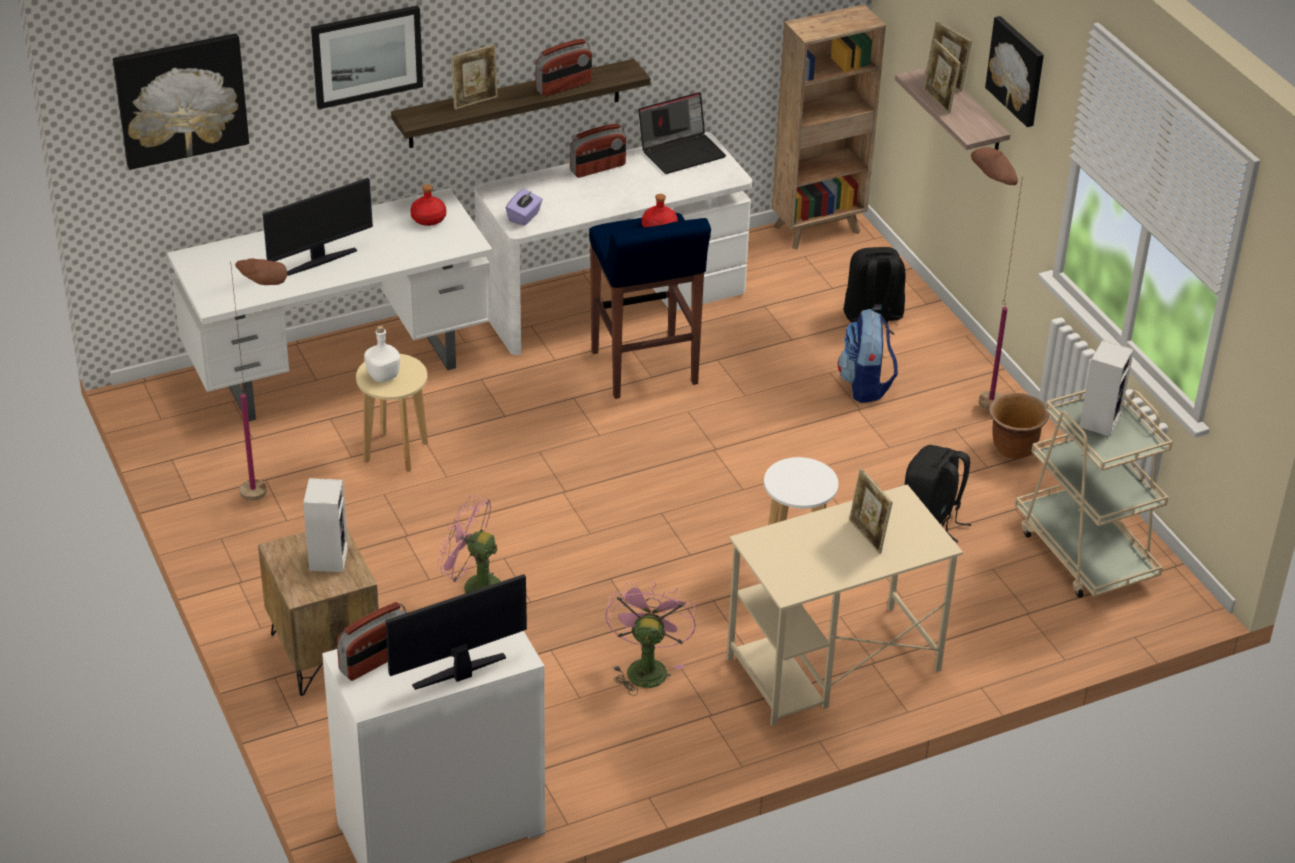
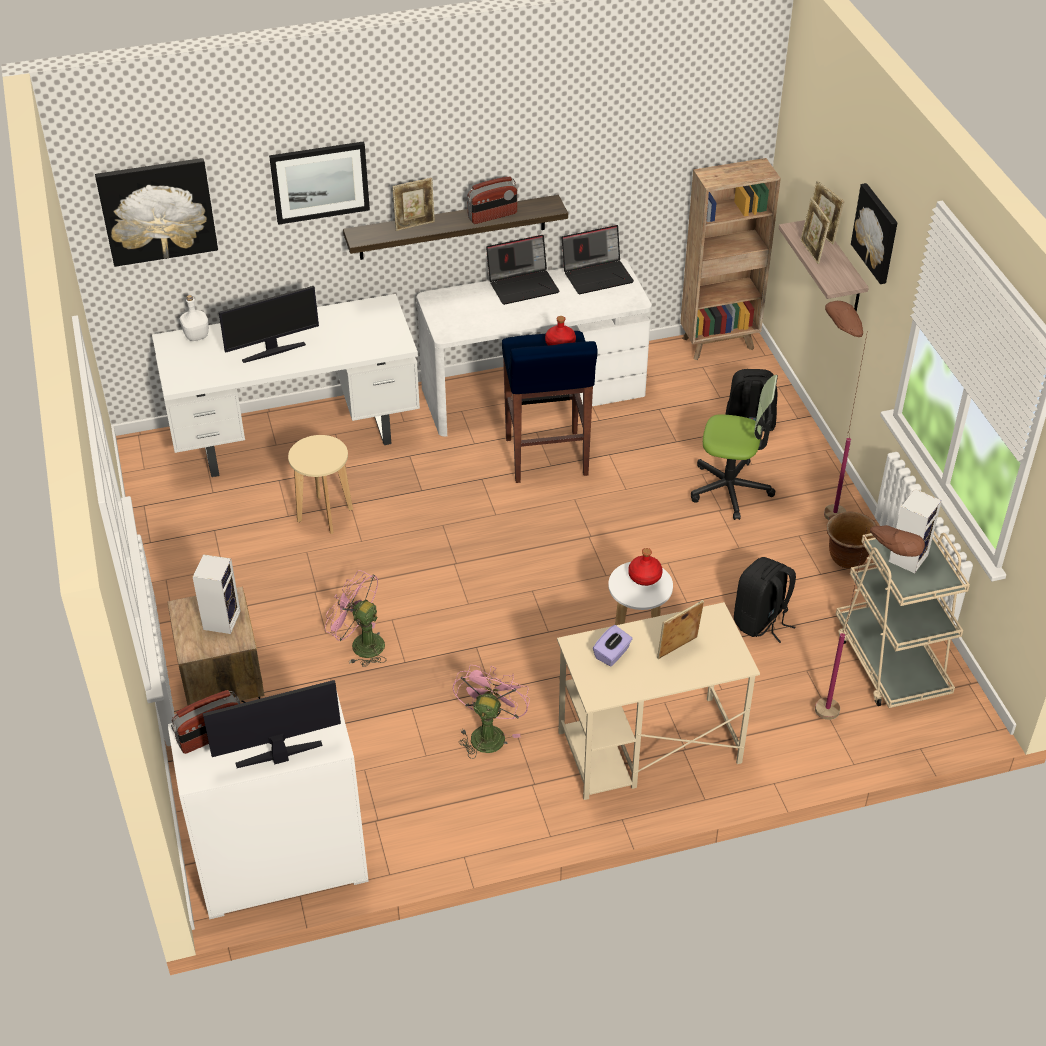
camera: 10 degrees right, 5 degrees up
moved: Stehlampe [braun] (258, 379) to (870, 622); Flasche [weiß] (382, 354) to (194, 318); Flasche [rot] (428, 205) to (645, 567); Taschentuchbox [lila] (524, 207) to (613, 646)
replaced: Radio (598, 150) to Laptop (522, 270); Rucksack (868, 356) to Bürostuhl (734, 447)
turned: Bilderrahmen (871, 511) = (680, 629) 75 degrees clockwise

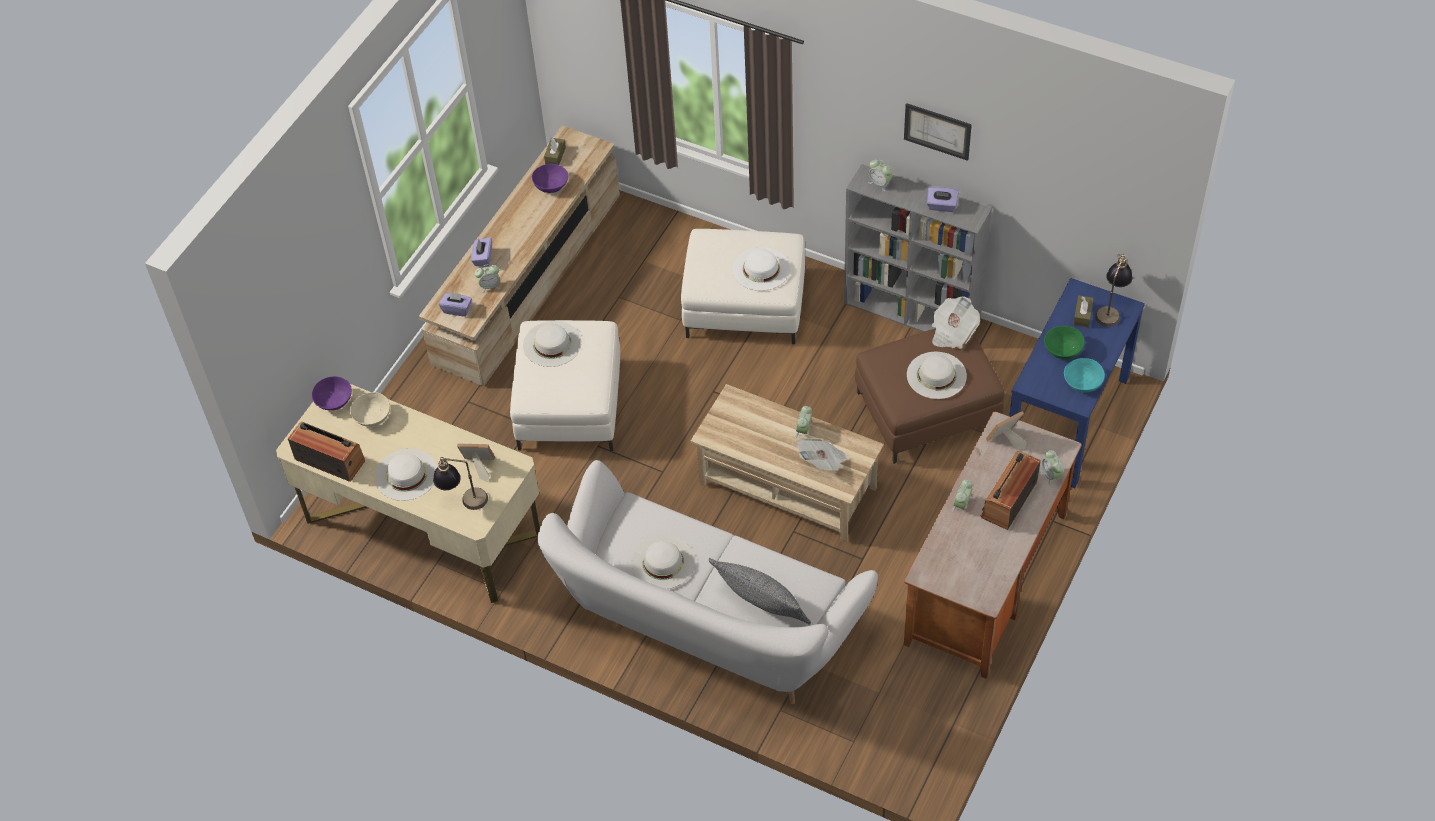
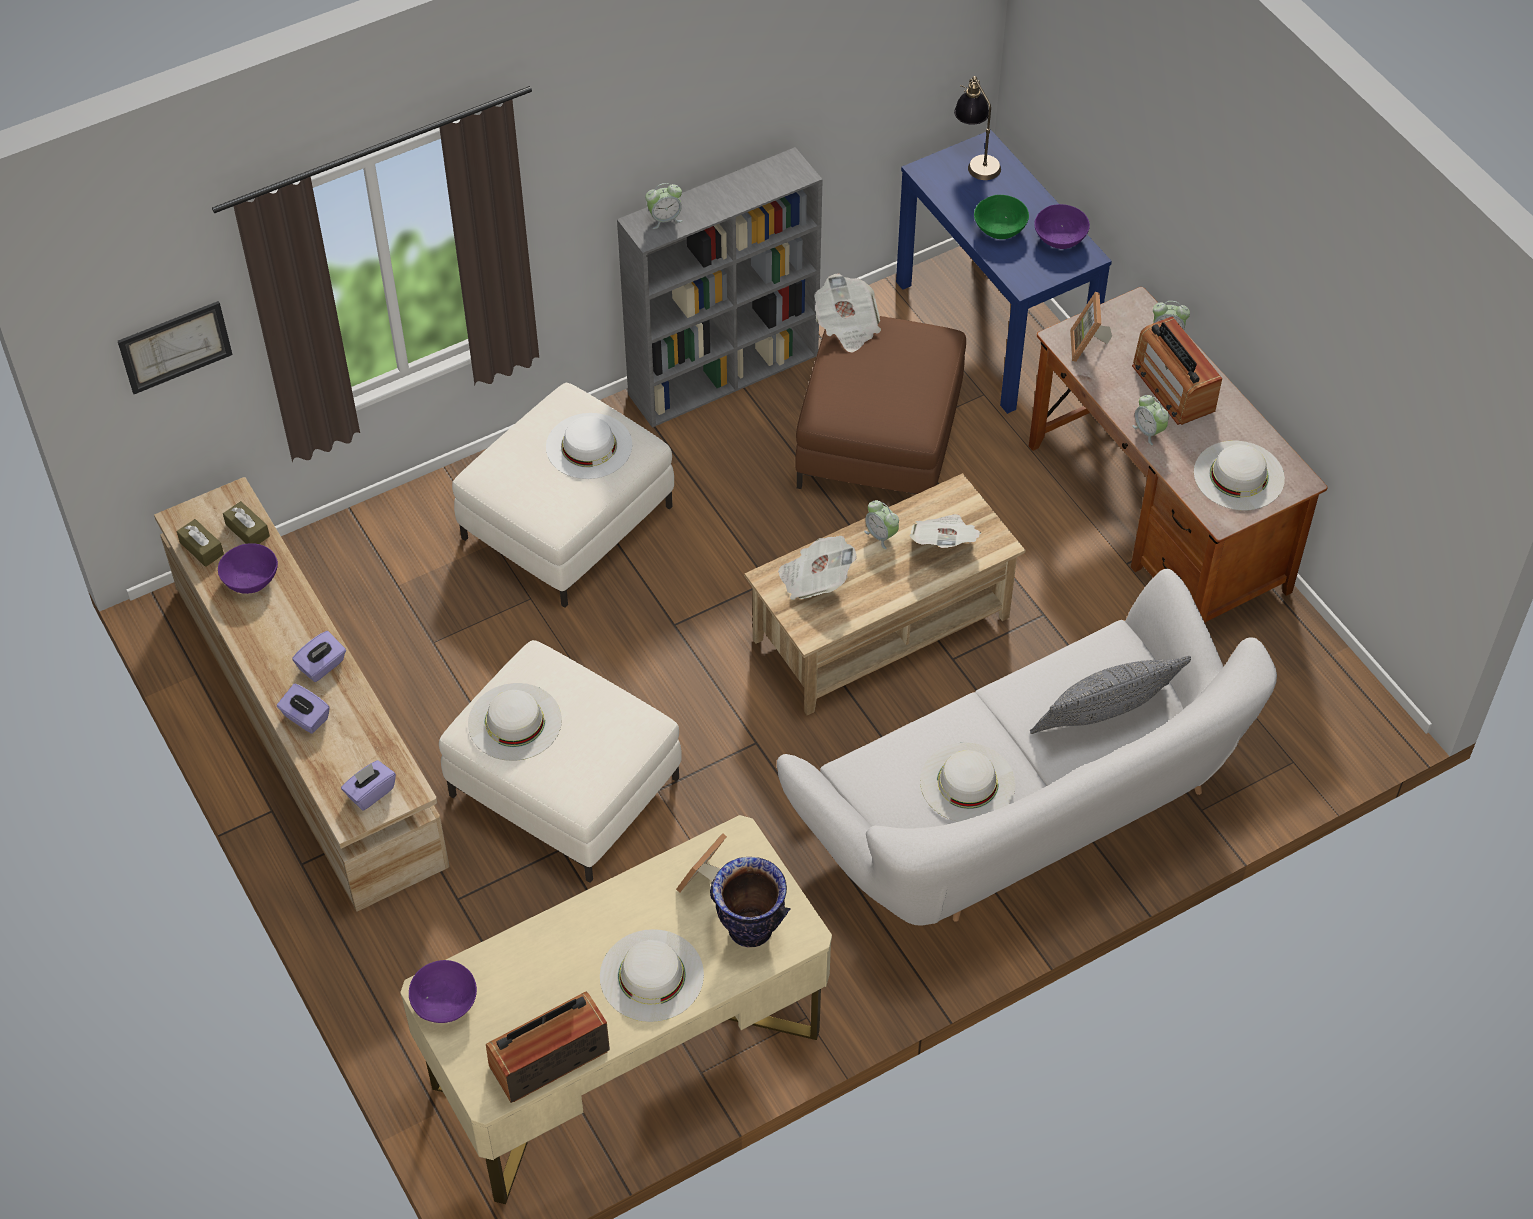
camera: 60 degrees left, 0 degrees up
removed: Schüssel [beige] (370, 409); Wecker (488, 278)
added: Zeitung (817, 568)
moved: Bild (938, 132) to (175, 347); Hut [weiß] (937, 375) to (1239, 475); Taschentuchbox [lila] (942, 199) to (319, 656); Taschentuchbox [braun] (1083, 311) to (246, 522)
replaced: Tischlampe (460, 483) to Vase (750, 902)
recoloured: Schüssel [türkis] (1084, 375) to Schüssel [lila] (1062, 226)

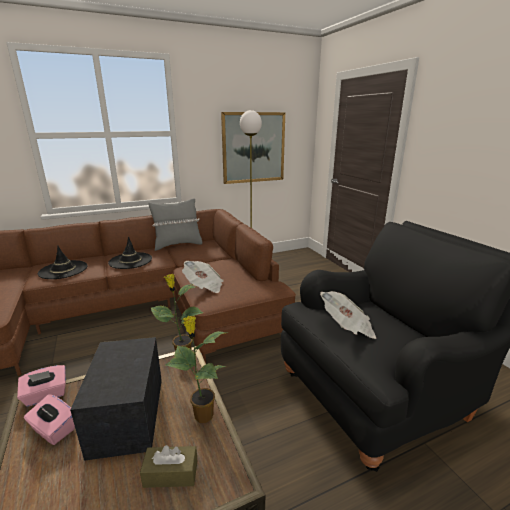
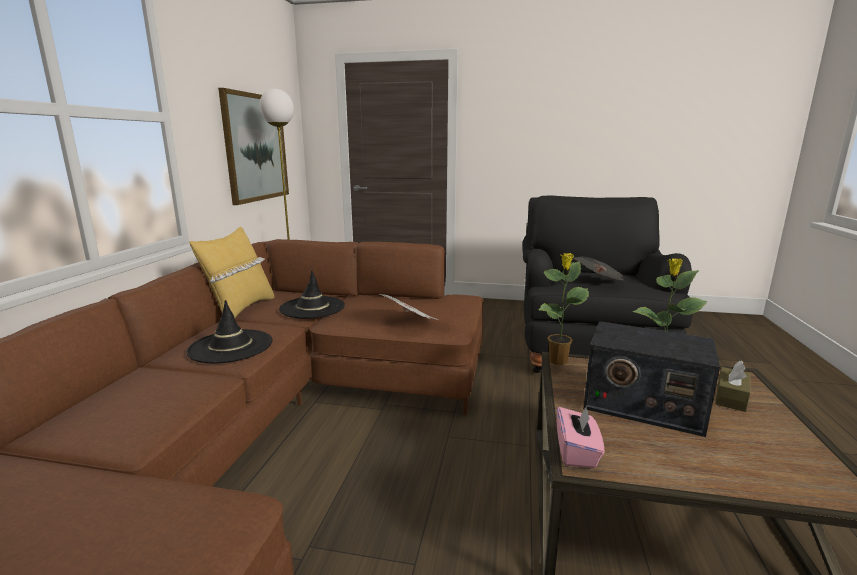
camera: 55 degrees left, 5 degrees down
removed: Taschentuchbox [rosa] (49, 419)
moved: Hut [schwarz] (62, 262) to (312, 294)
recoloured: Kissen [grau] (175, 225) to Kissen [gelb] (232, 272)

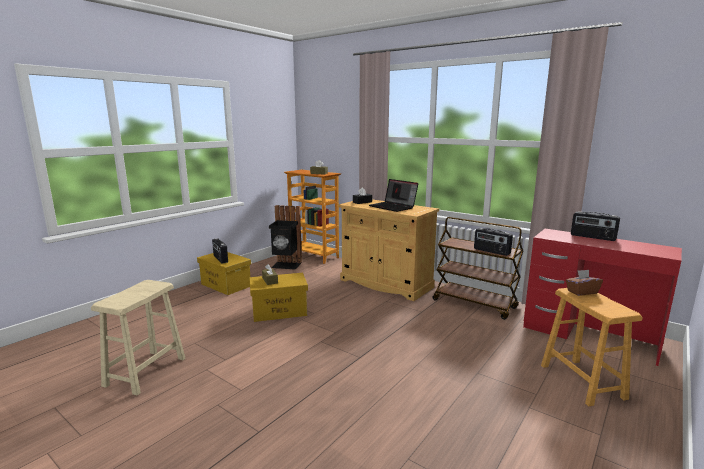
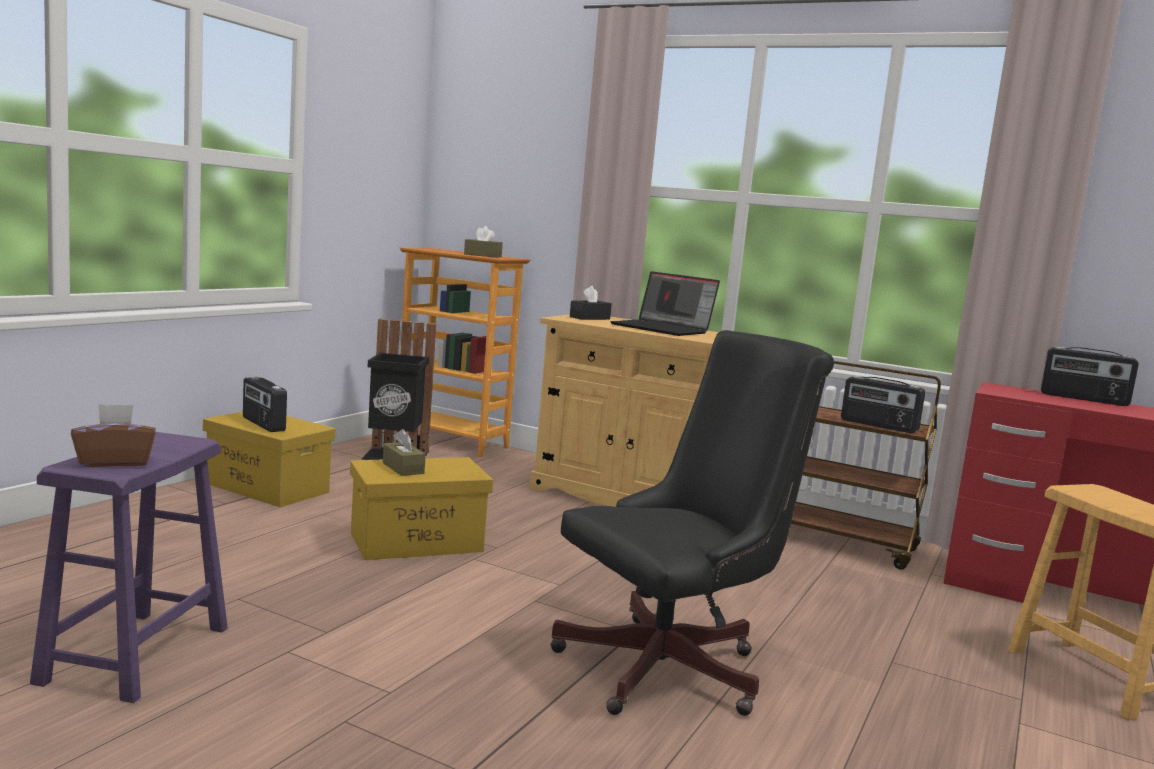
camera: 10 degrees left, 5 degrees down
added: Bürostuhl [schwarz] (692, 523)
moved: Taschentuchbox [braun] (584, 283) to (113, 435)
recoloured: Hocker [beige] (138, 338) to Hocker [lila] (129, 567)

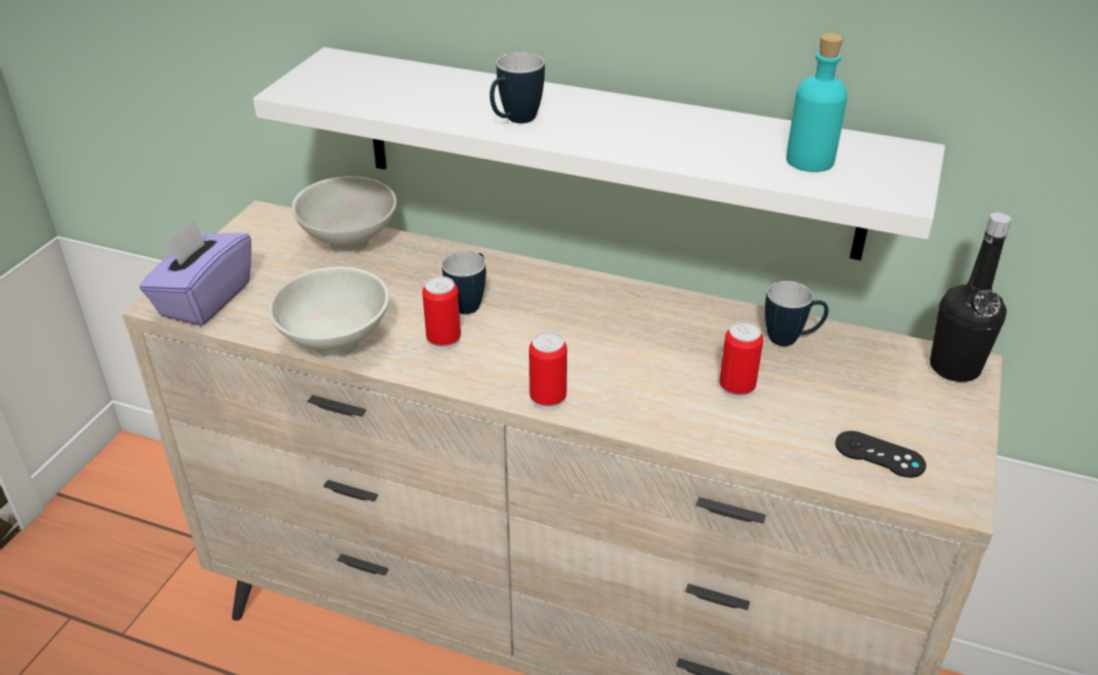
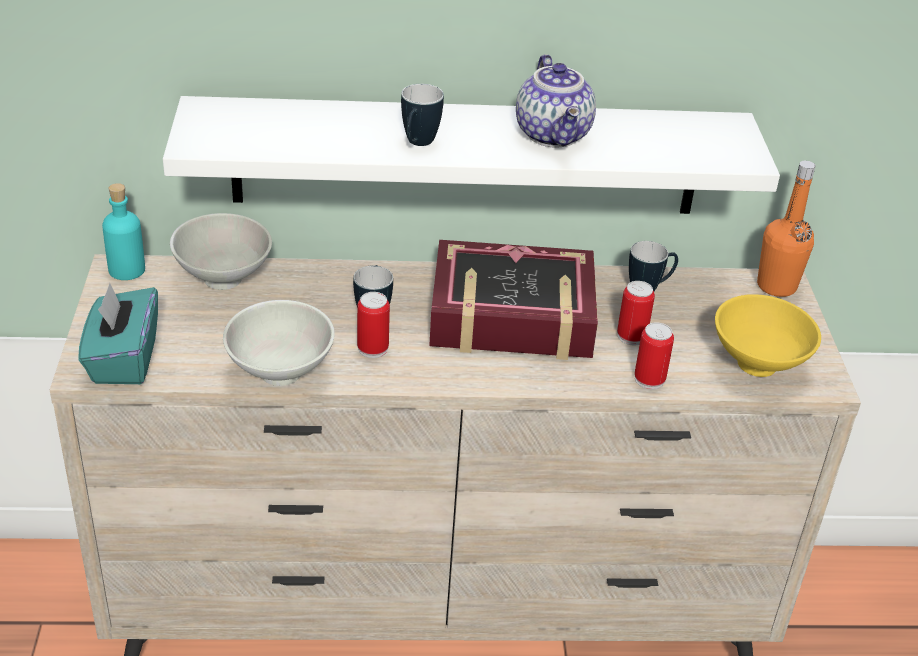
camera: 25 degrees left, 0 degrees up
added: Buch (513, 300); Teekanne (556, 100)
moved: Dose (548, 371) to (654, 356); Flasche [türkis] (817, 102) to (123, 231)
replaced: Gamepad [schwarz] (880, 454) to Schüssel [gelb] (768, 335)
recoloured: Taschentuchbox [lila] (195, 272) to Taschentuchbox [türkis] (118, 333); Flasche [schwarz] (970, 297) to Flasche [orange] (786, 229)

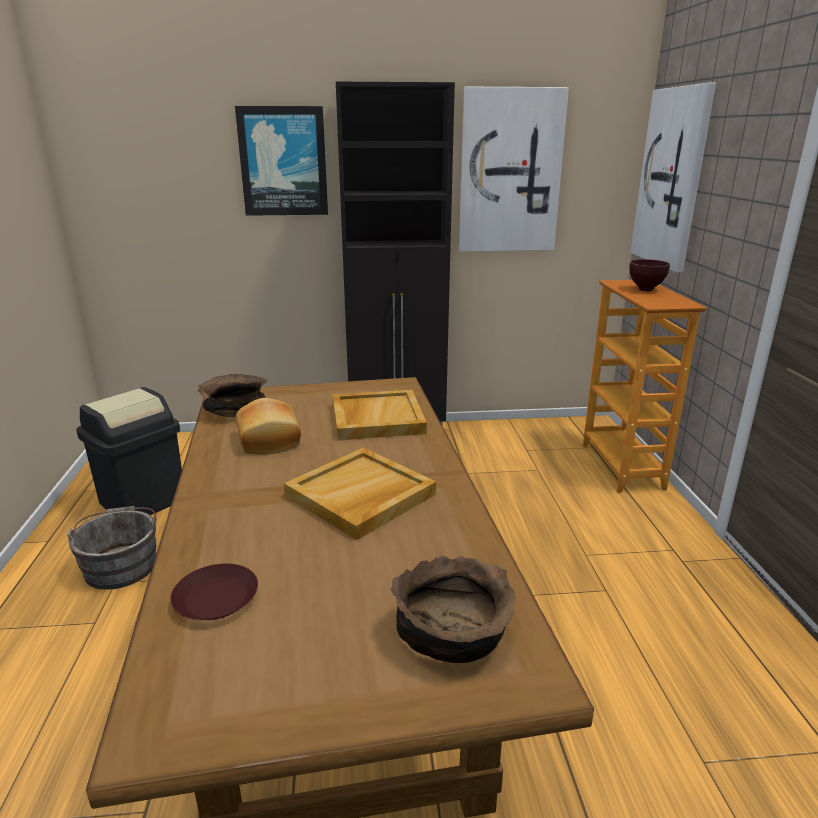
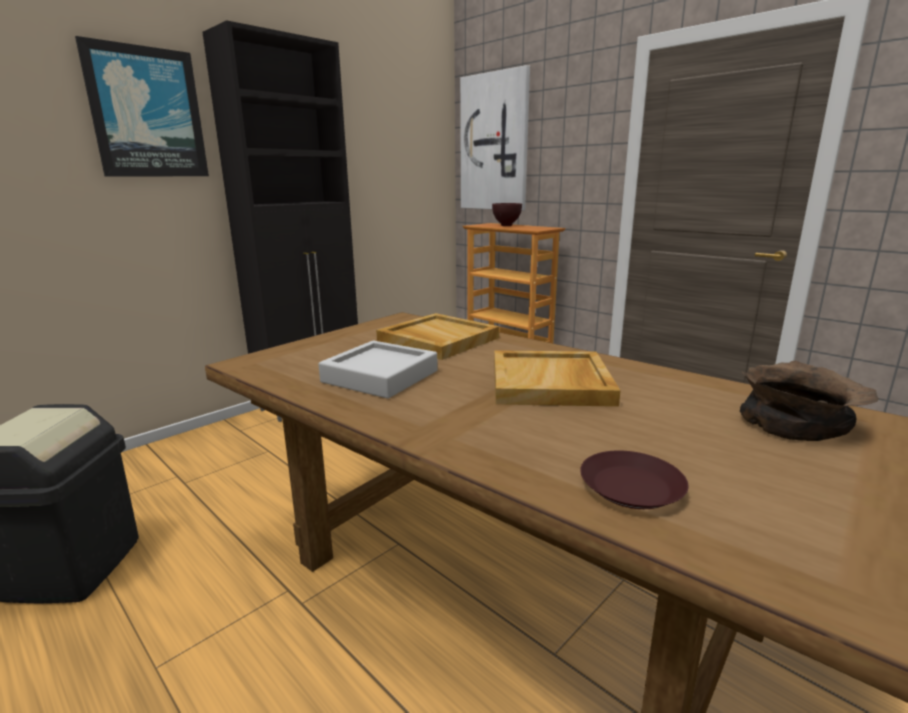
camera: 40 degrees left, 5 degrees down
removed: Eimer [grau] (112, 547); Schüssel [braun] (233, 395); Bild (514, 169)
replaced: Brot (268, 426) to Tablett [grau] (378, 370)

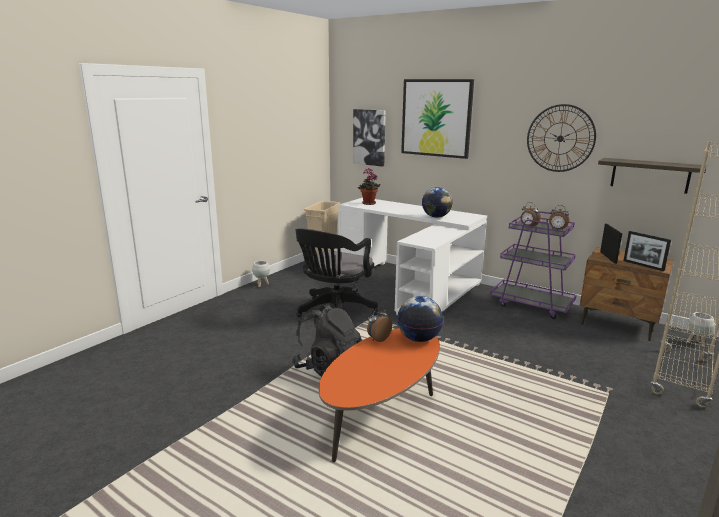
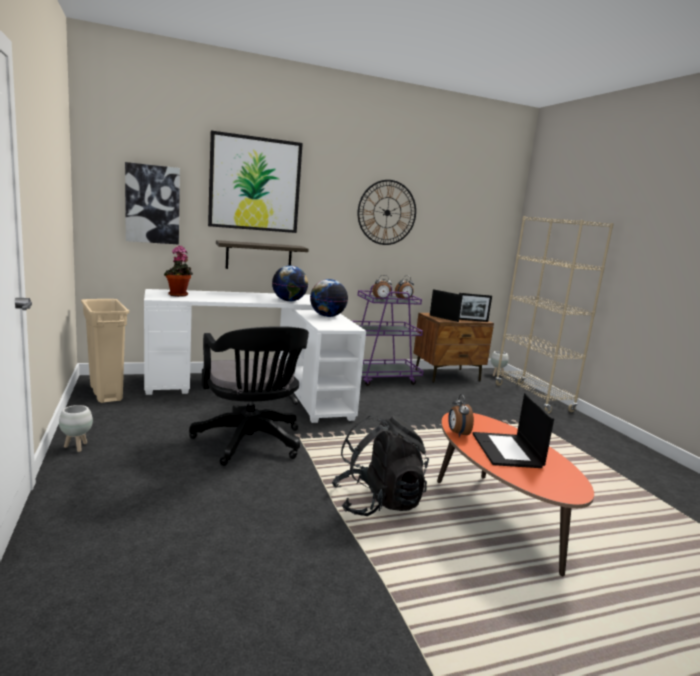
camera: 55 degrees left, 5 degrees down
added: Laptop (513, 430)
moved: Globus (420, 319) to (329, 298); Wandregal (652, 176) to (262, 254)

